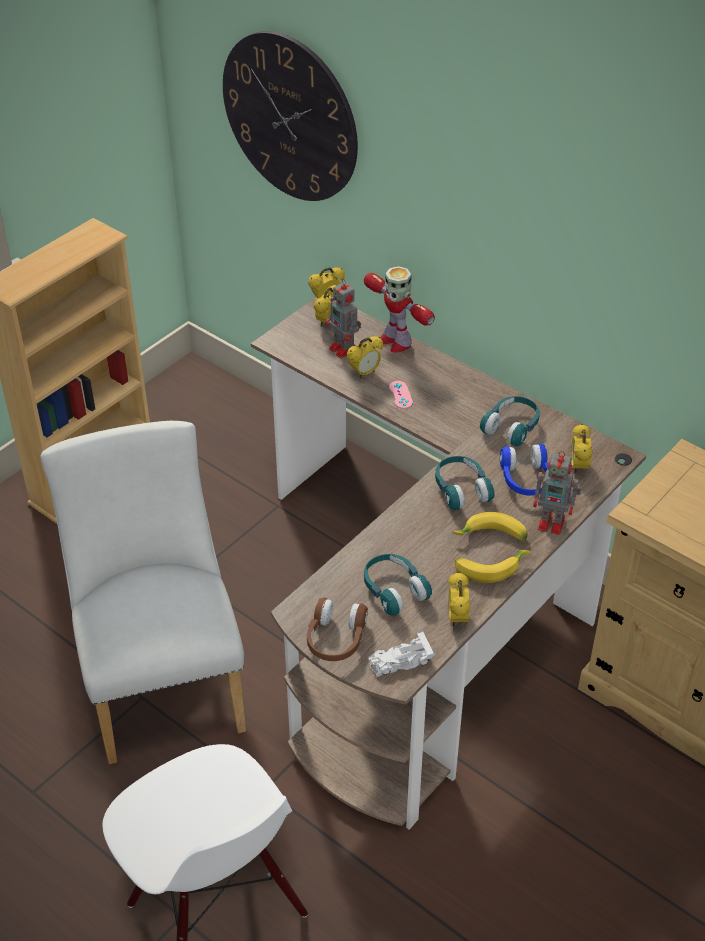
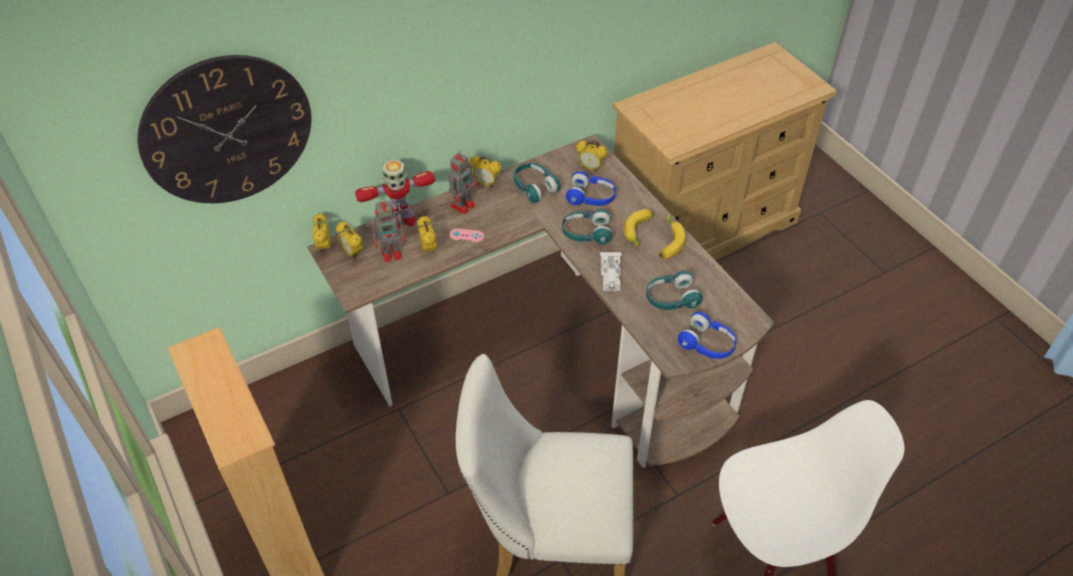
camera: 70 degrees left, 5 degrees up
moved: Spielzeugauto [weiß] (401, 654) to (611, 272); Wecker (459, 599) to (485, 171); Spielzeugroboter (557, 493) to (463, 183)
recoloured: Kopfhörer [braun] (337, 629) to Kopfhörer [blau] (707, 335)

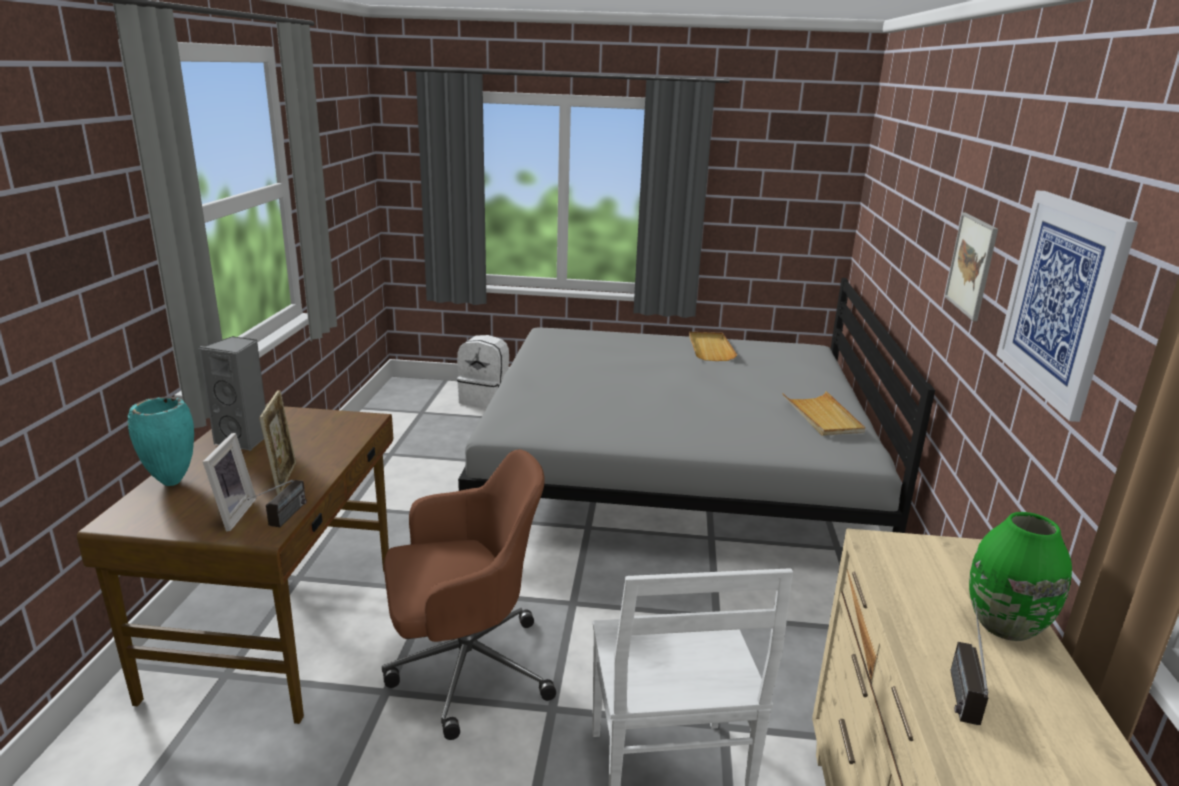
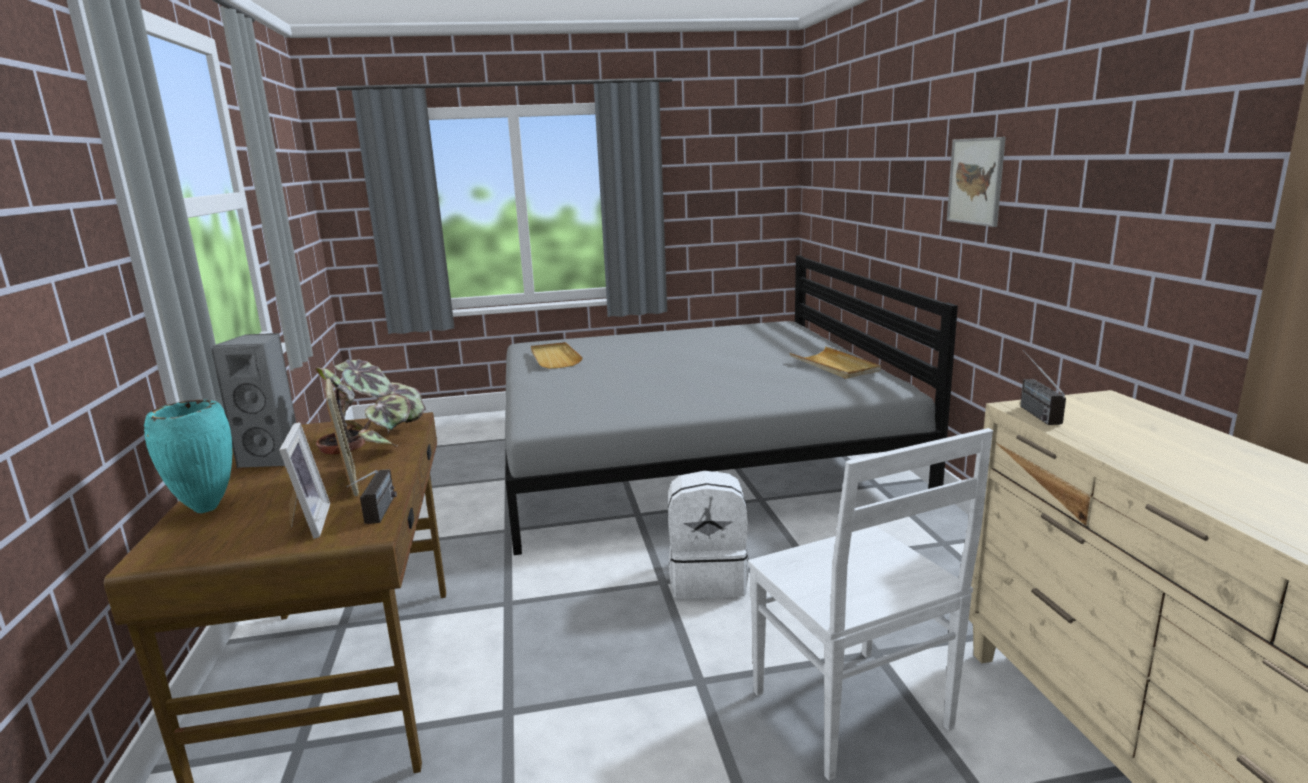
camera: 15 degrees left, 5 degrees down
removed: Bürostuhl [braun] (469, 594); Vase [grün] (1020, 576); Bild (1067, 306)
added: Topfpflanze (370, 406)
moved: Rucksack [weiß] (483, 371) to (708, 535); Tablett [beige] (713, 346) to (557, 355); Radio (969, 661) to (1043, 387)

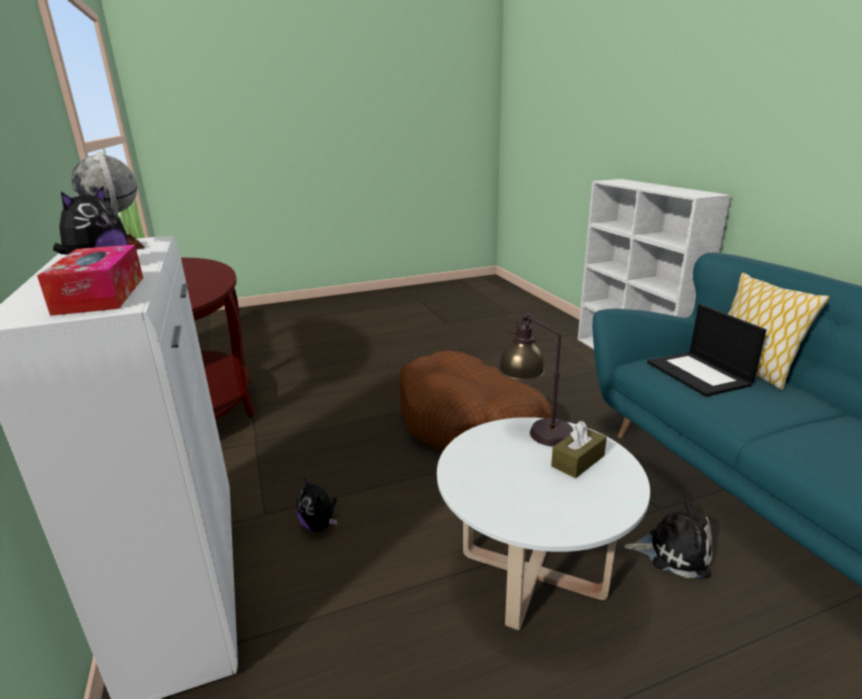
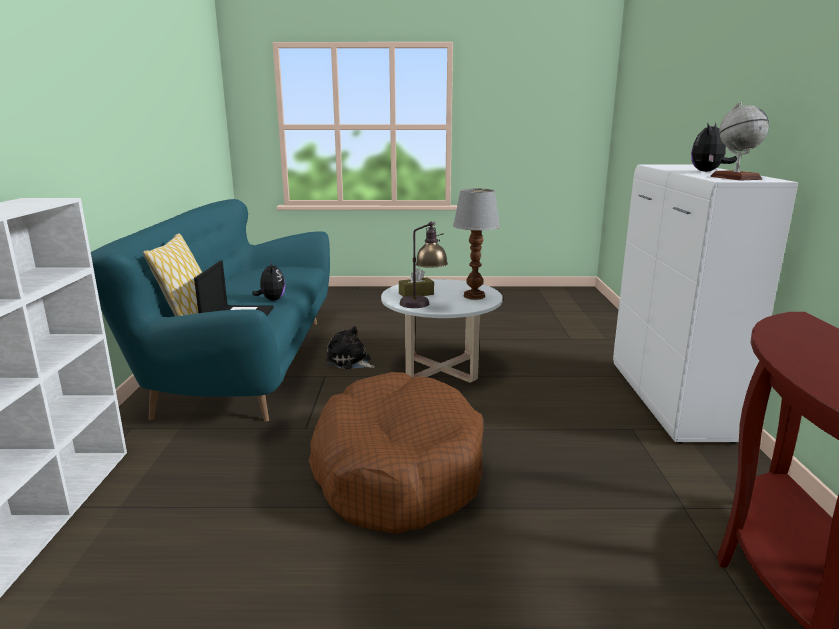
camera: 160 degrees left, 5 degrees down
removed: Taschentuchbox (90, 280)
added: Tischlampe (476, 244)
moved: Plüschtier (316, 505) to (269, 281)

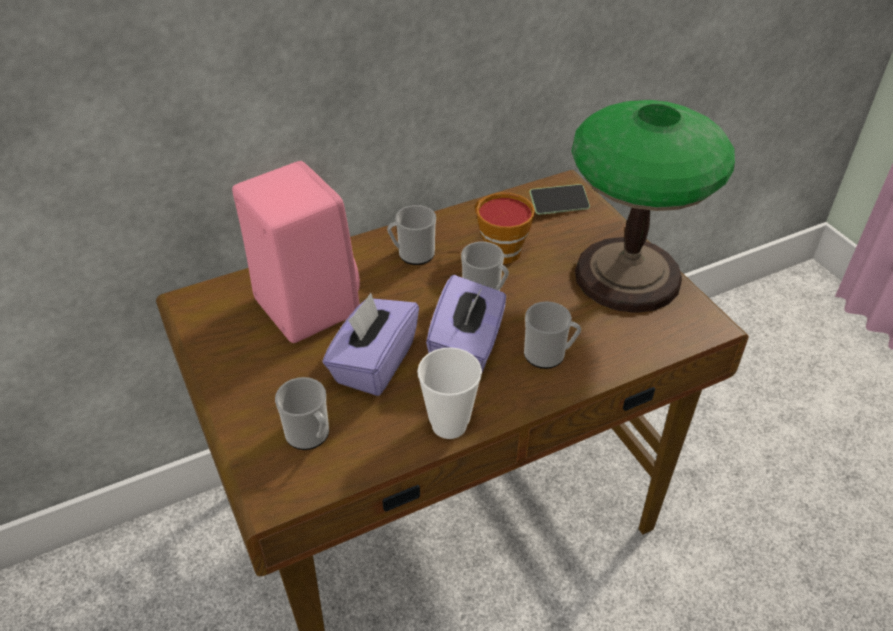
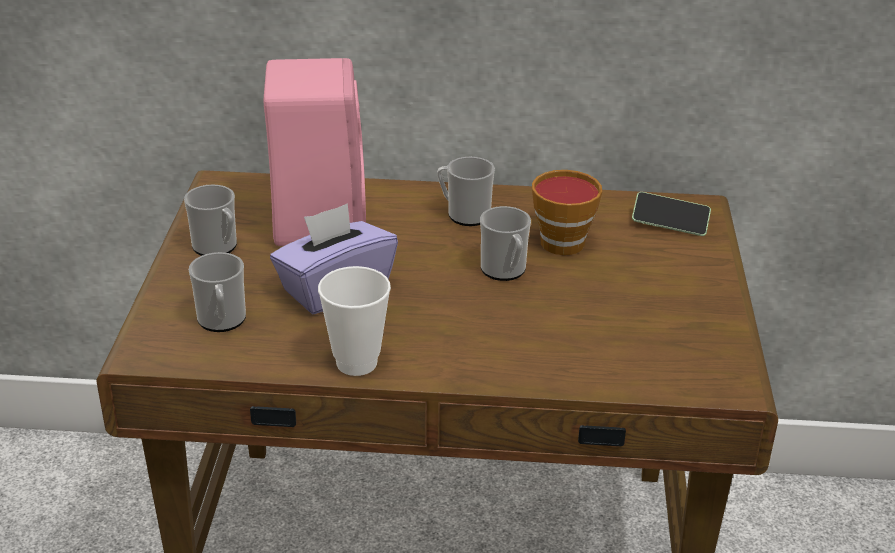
camera: 30 degrees right, 10 degrees down
removed: Taschentuchbox [lila] (466, 323); Tischlampe (653, 206)
moved: Henkelbecher (552, 335) to (210, 220)

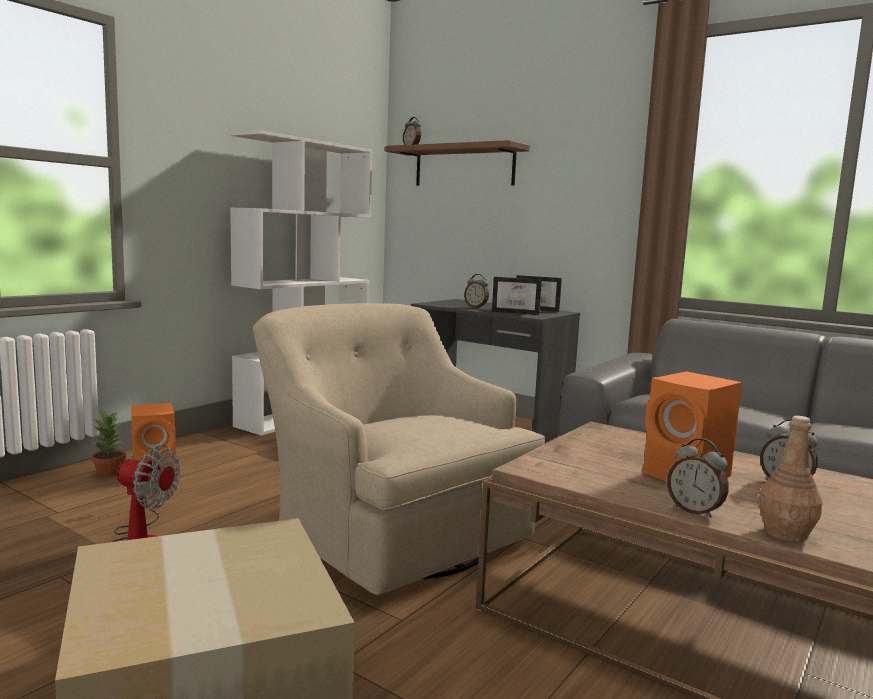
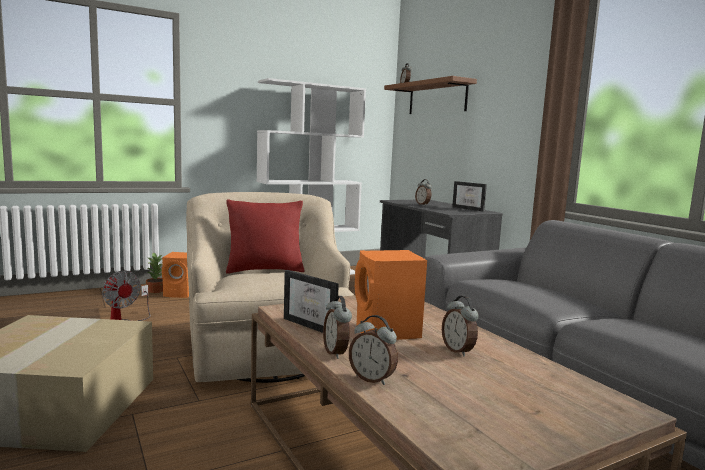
camera: 25 degrees right, 0 degrees up
added: Kissen [rot] (265, 237)
moved: Bilderrahmen (517, 296) to (311, 301)
replaced: Flasche [braun] (790, 479) to Wecker (373, 350)

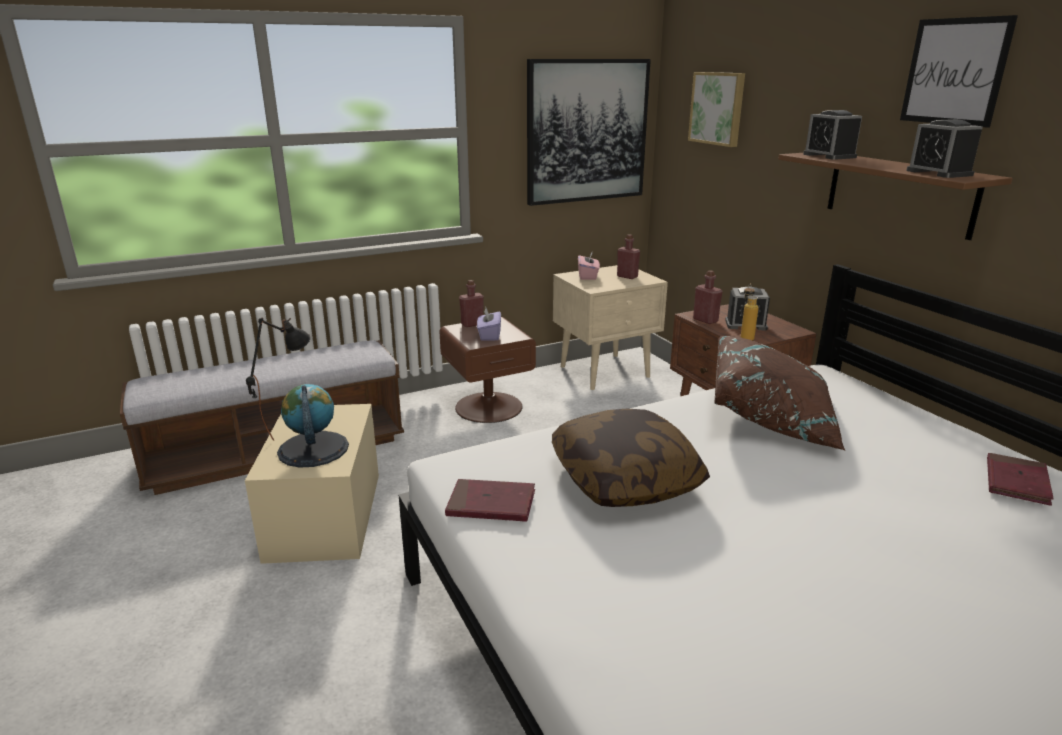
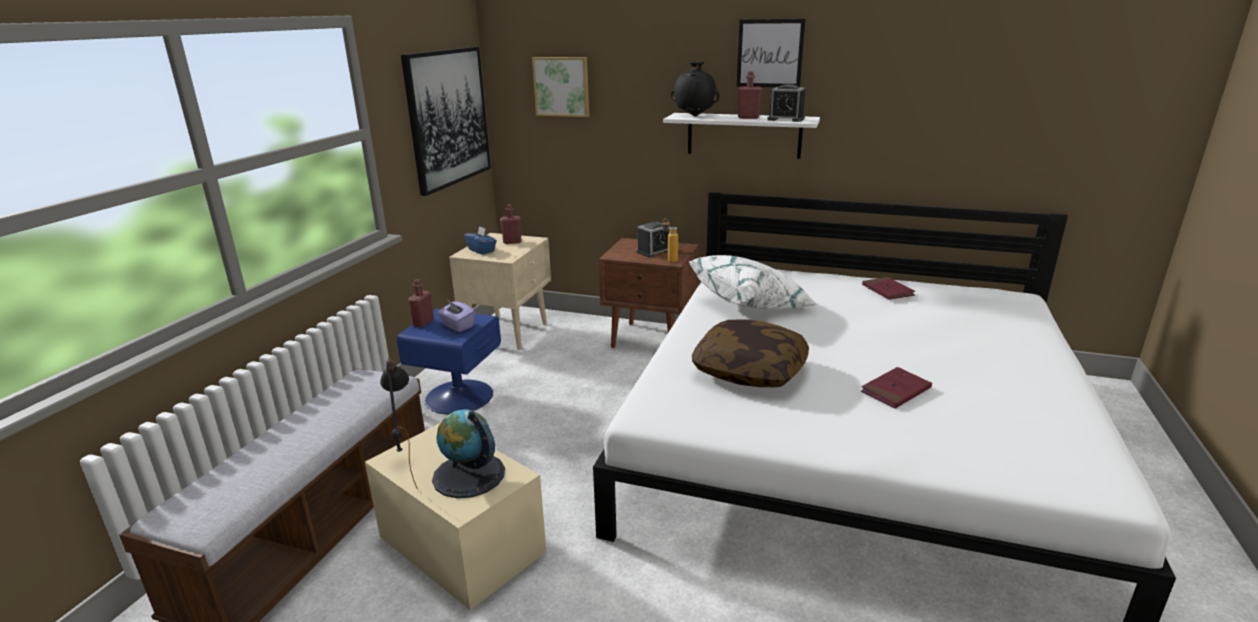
camera: 45 degrees left, 0 degrees up
moved: Buch [rot] (490, 500) to (896, 388); Flasche [rot] (708, 297) to (750, 95)
replaced: Wecker (832, 135) to Vase [schwarz] (695, 88)
recoloured: Nachttisch [braun] (487, 370) to Nachttisch [blau] (449, 362); Taschentuchbox [rosa] (589, 265) to Taschentuchbox [blau] (480, 240); Kissen [braun] (780, 393) to Kissen [weiß] (753, 282); Wandregal [braun] (895, 196) to Wandregal [weiß] (741, 136)

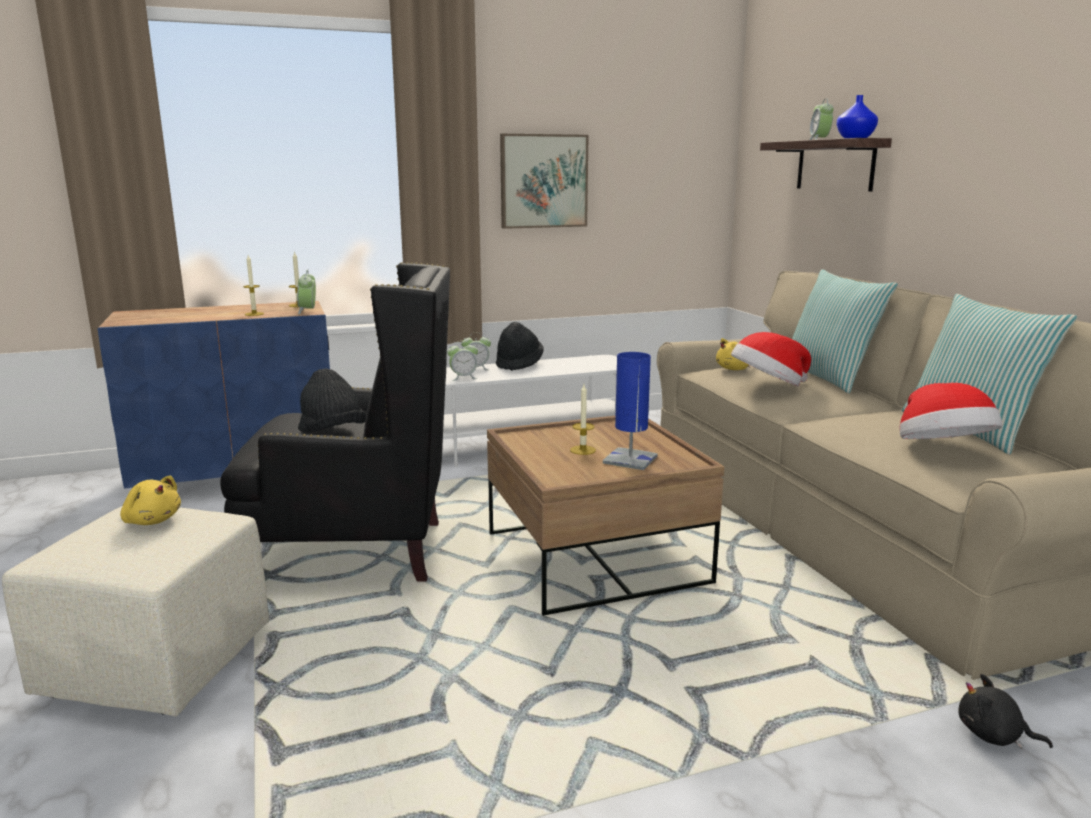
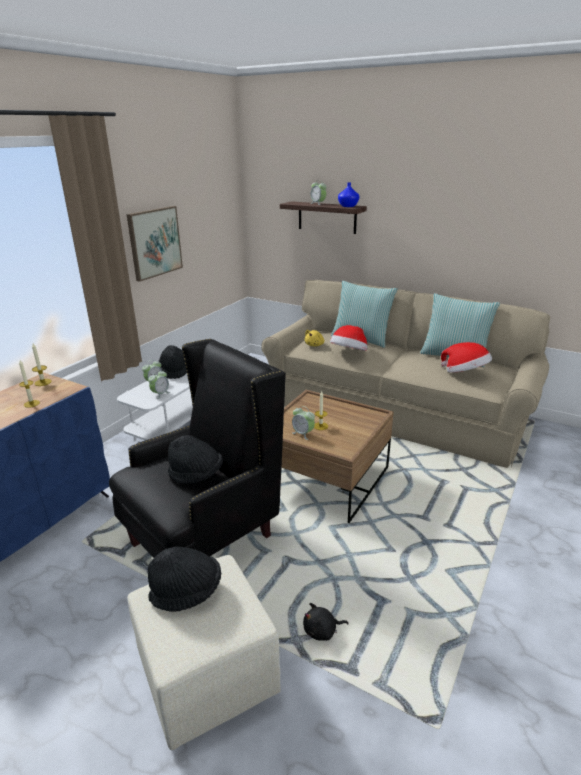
camera: 40 degrees left, 10 degrees up
removed: Tischlampe [blau] (630, 411)
moved: Wecker (306, 291) to (303, 423); Plüschtier [schwarz] (1005, 711) to (326, 622)
replaced: Plüschtier [gelb] (150, 500) to Hut [schwarz] (184, 579)

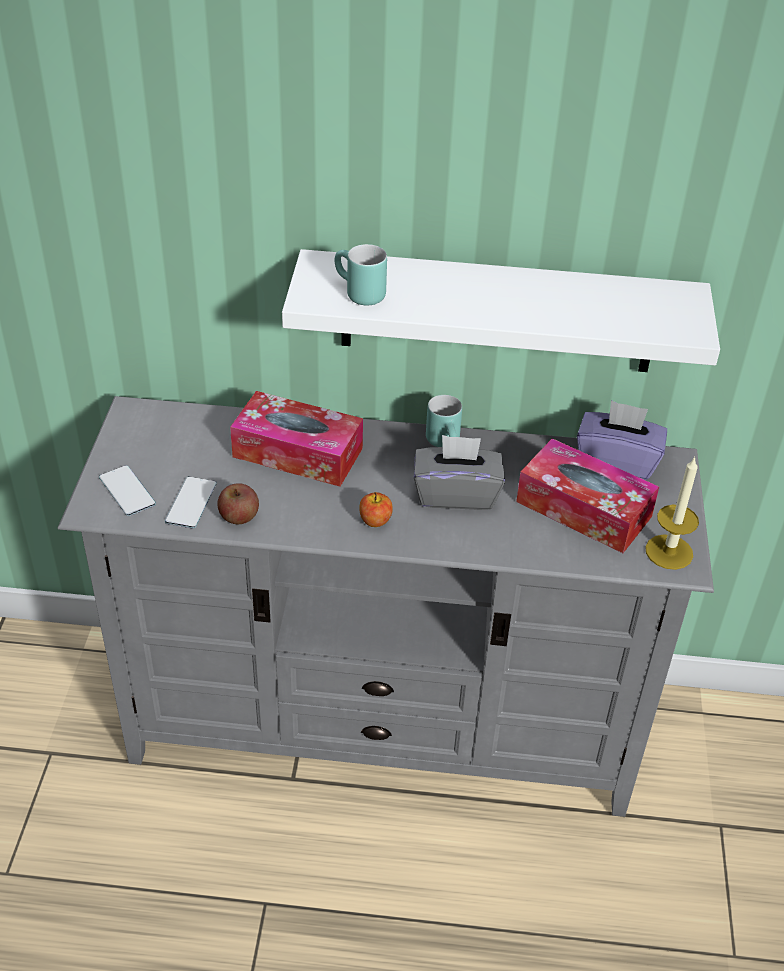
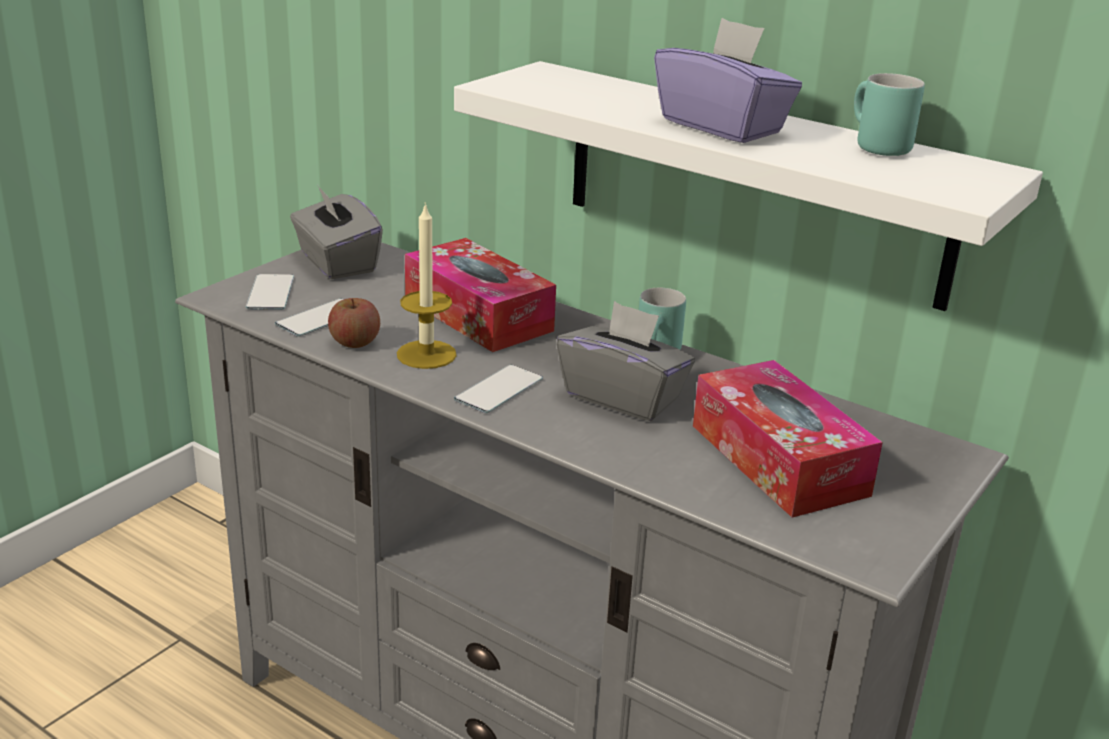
camera: 30 degrees right, 15 degrees down
added: Taschentuchbox [grau] (336, 231)
moved: Henkelbecher [türkis] (361, 275) to (889, 114); Taschentuchbox [lila] (622, 440) to (728, 80); Kerze (672, 513) to (427, 285)
replaced: Apfel (376, 509) to Handy (498, 389)

